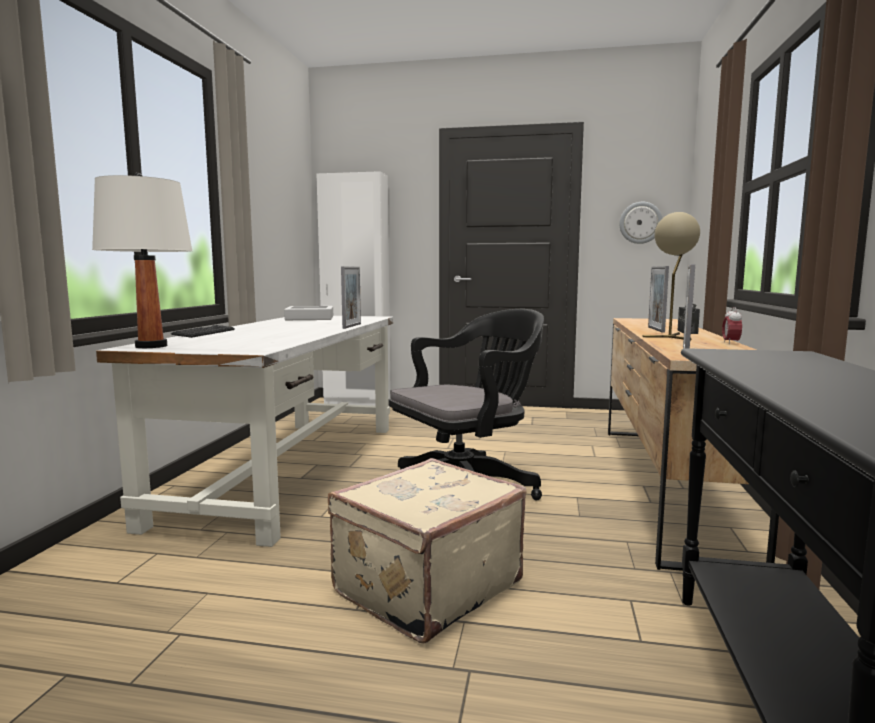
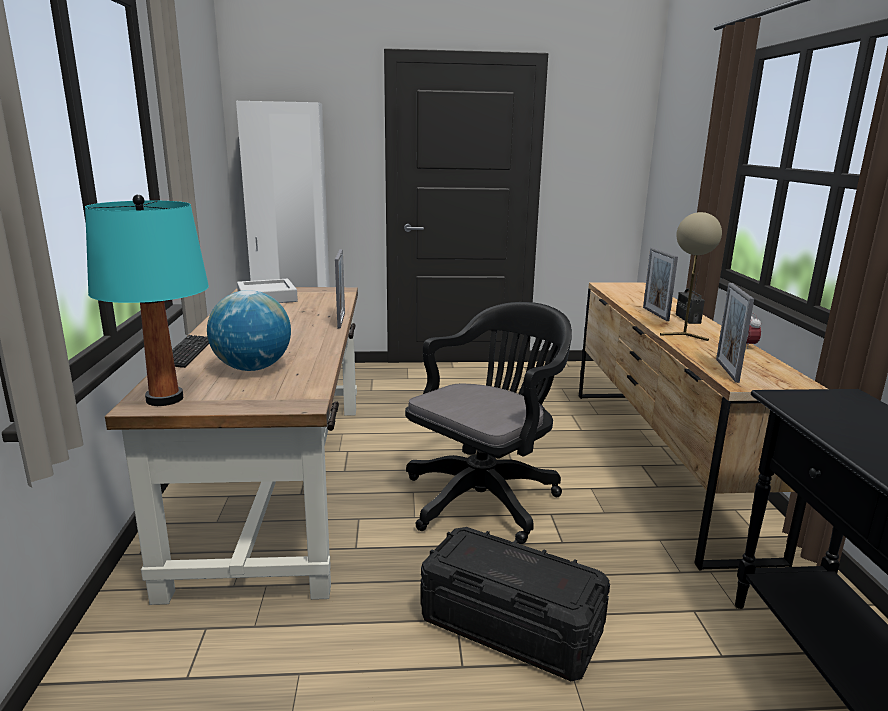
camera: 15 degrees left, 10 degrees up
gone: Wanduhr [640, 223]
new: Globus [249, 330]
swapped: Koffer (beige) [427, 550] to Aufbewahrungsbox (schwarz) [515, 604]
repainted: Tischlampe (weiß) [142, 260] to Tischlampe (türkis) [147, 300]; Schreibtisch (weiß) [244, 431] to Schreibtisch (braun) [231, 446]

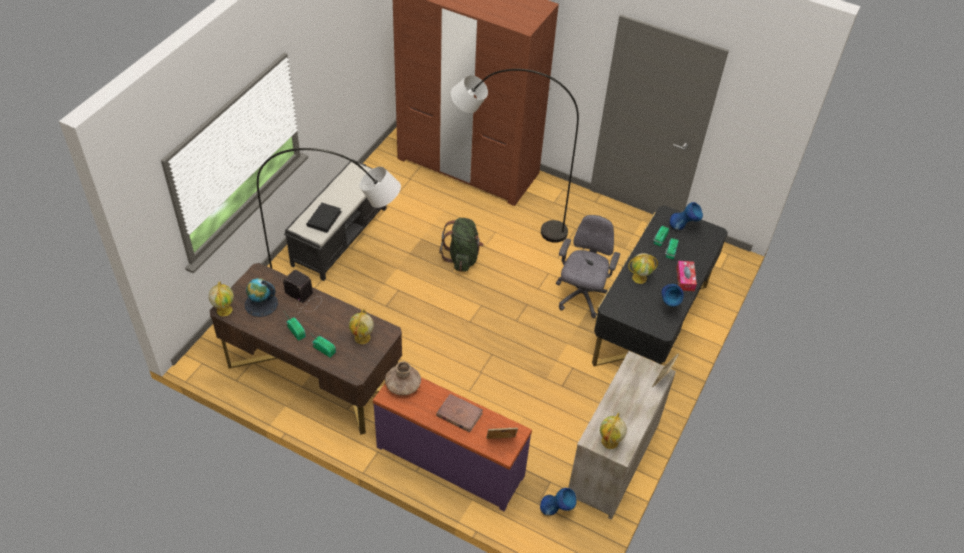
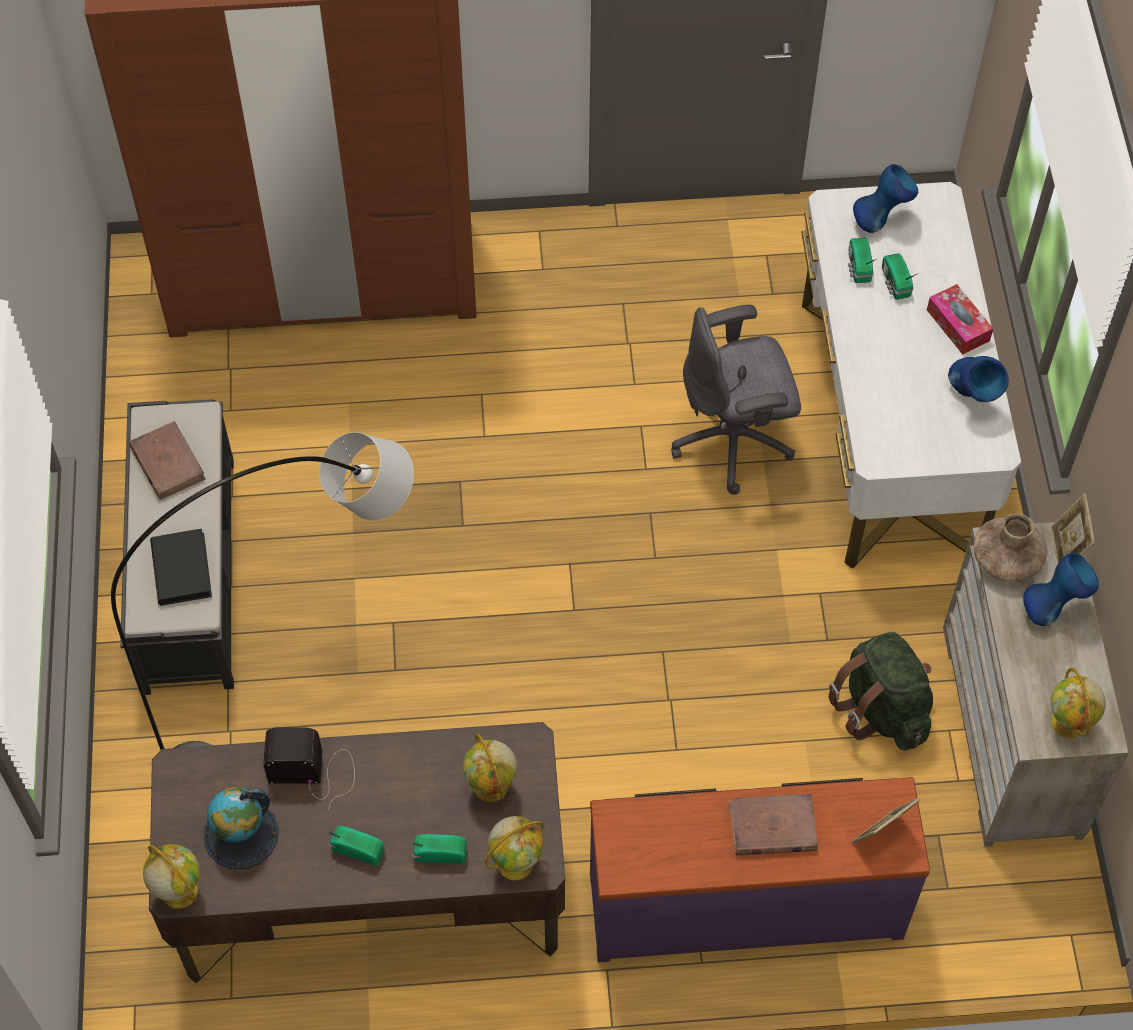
camera: 30 degrees left, 10 degrees up
gone: Stehlampe (grau) [515, 156]
new: Buch (braun) [167, 460]
shifted: Globus [643, 268] to [514, 848]; Rucksack (grün) [461, 245] to [881, 691]; Vase (braun) [403, 378] to [1010, 547]; Vase (blau) [558, 501] to [1061, 589]
repainted: Schreibtisch (schwarz) [660, 286] to Schreibtisch (weiß) [911, 375]
rotated: Bürostuhl (grau) [588, 266] = [736, 400] 90 degrees counterclockwise

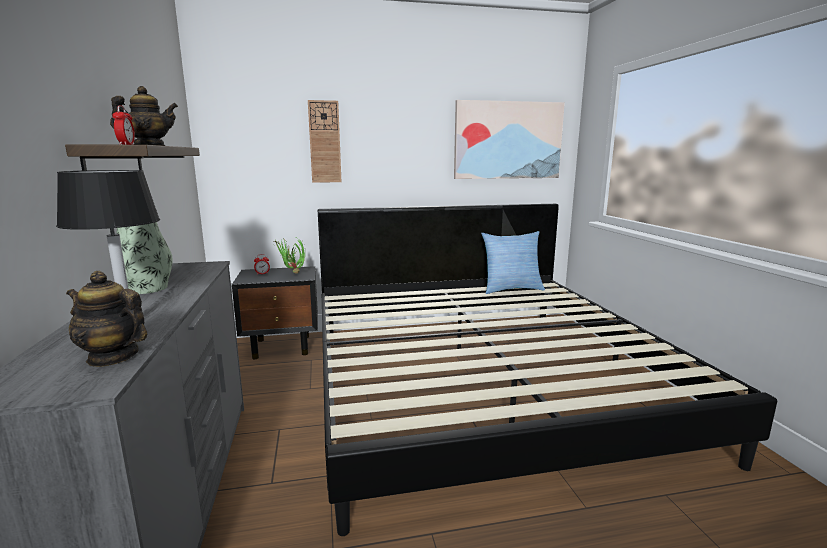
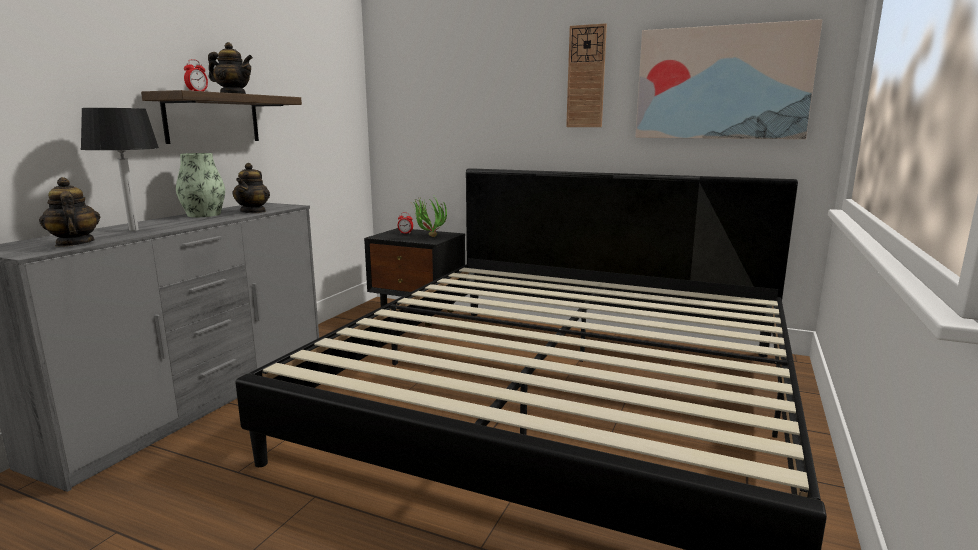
camera: 35 degrees right, 0 degrees up
gone: Kissen [513, 262]
new: Teekanne [251, 188]
shifted: Wanduhr [325, 141] to [586, 75]

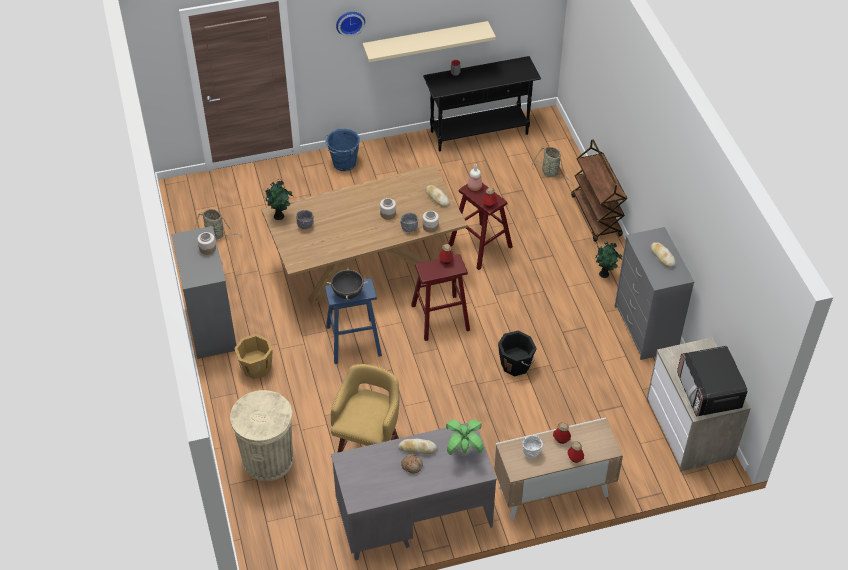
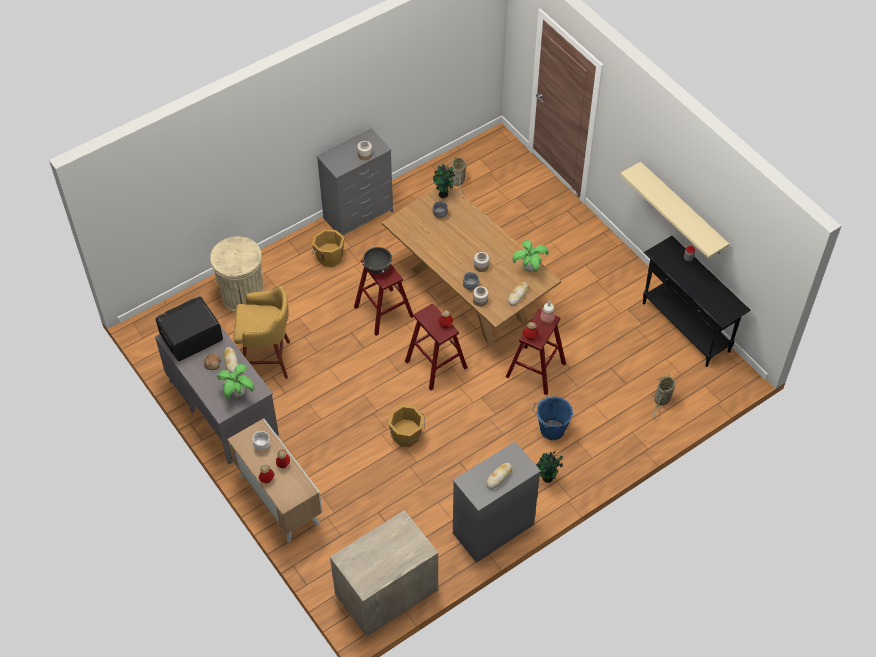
camera: 70 degrees right, 5 degrees up
gone: Wanduhr [350, 24]; Rollwagen (braun) [599, 190]
new: Topfpflanze [530, 256]
shifted: Mikrowelle [712, 381] to [189, 328]; Eimer (blau) [342, 150] to [552, 417]
repainted: Hocker (blau) [353, 321] to Hocker (rot) [383, 297]; Eimer (schwarz) [517, 353] to Eimer (orange) [406, 426]

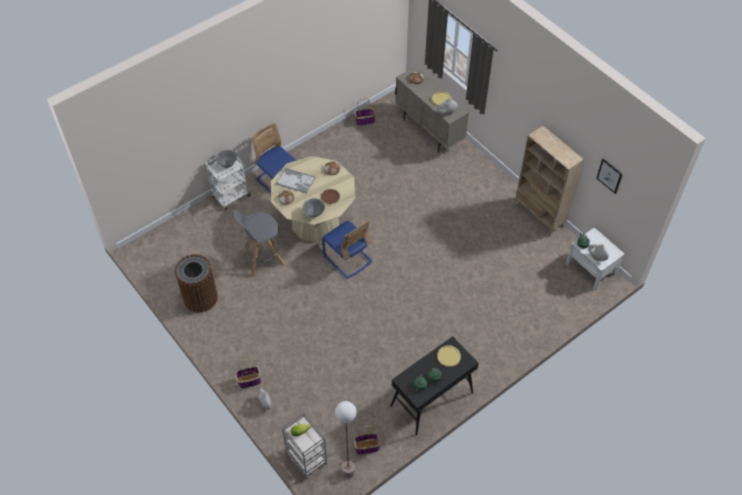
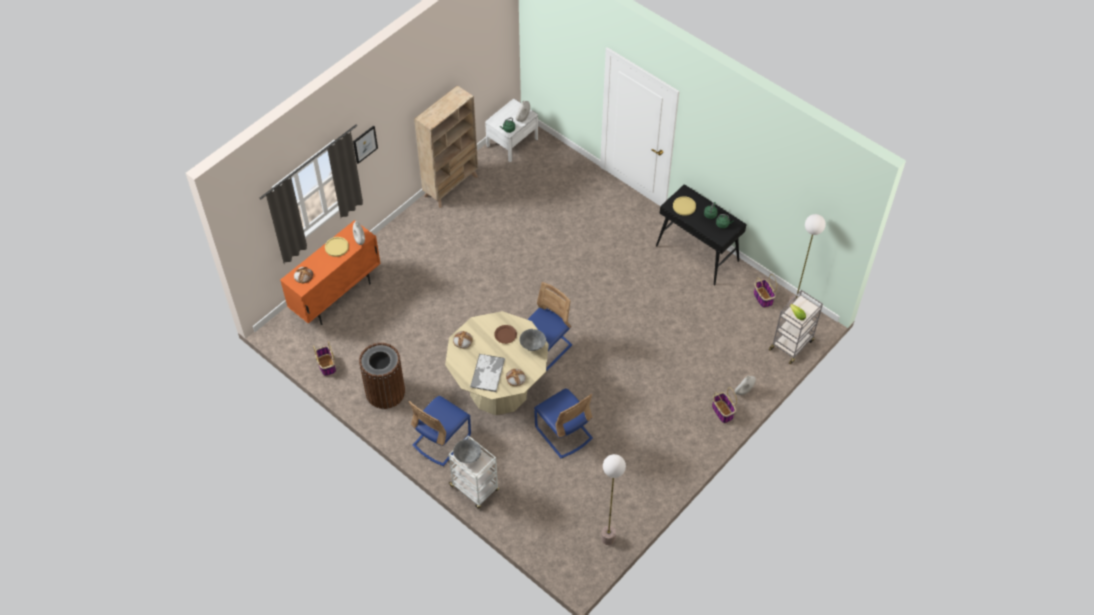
camera: 100 degrees left, 0 degrees up
new: Stehlampe [613, 499]
shifted: Bild [609, 176] to [365, 145]; Mülleimer (braun) [196, 283] to [382, 376]
swapped: Hocker (grau) [259, 243] to Stuhl (blau) [563, 423]
repainted: Schrank (beige) [432, 109] to Schrank (orange) [330, 272]

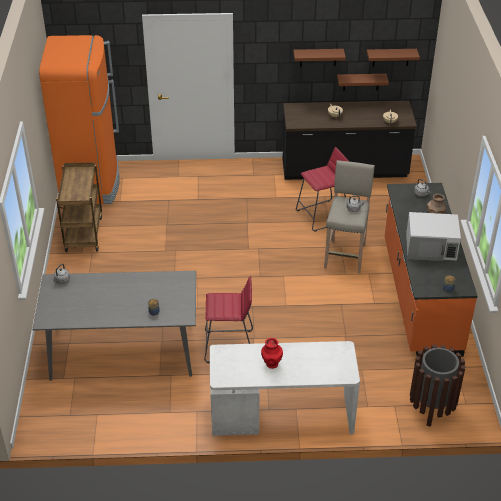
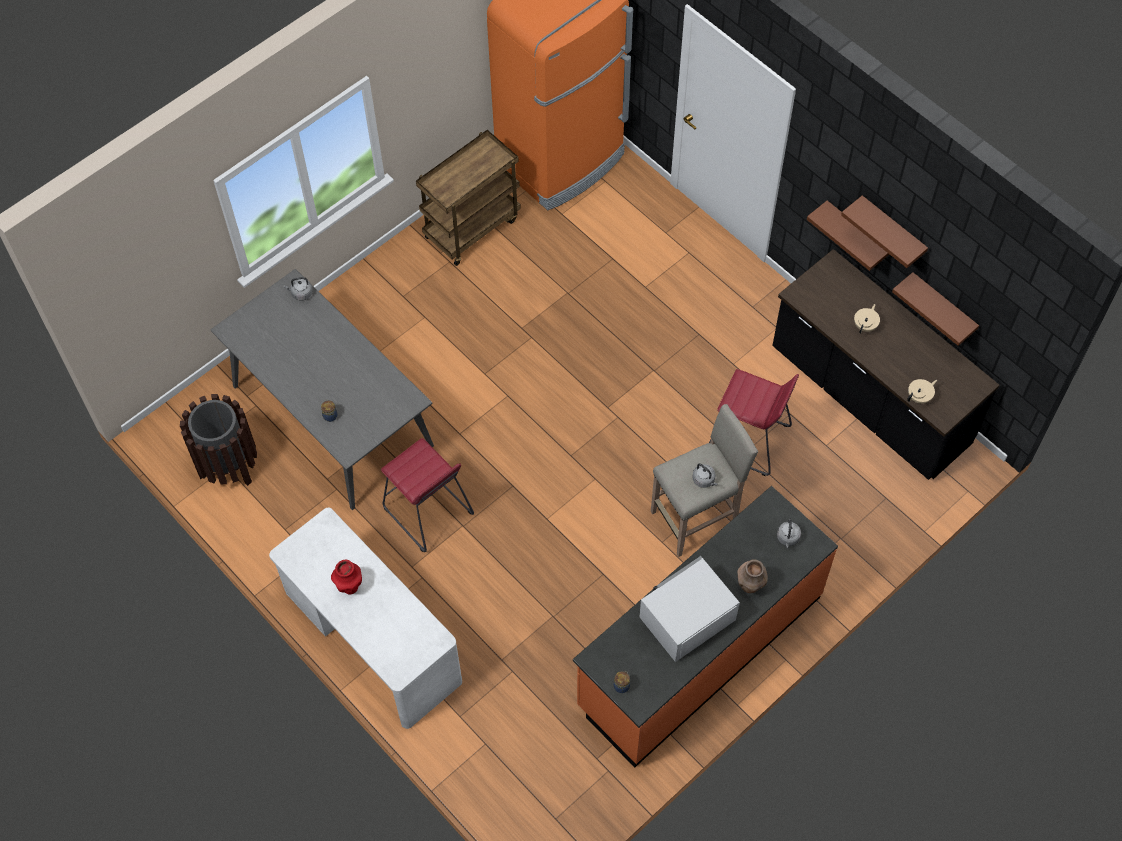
camera: 50 degrees right, 20 degrees up
shifted: Mülleimer (braun) [438, 386] to [218, 440]; Wandregal (braun) [393, 58] to [848, 236]
rotated: Mikrowelle (weiß) [433, 236] = [690, 609] 90 degrees clockwise

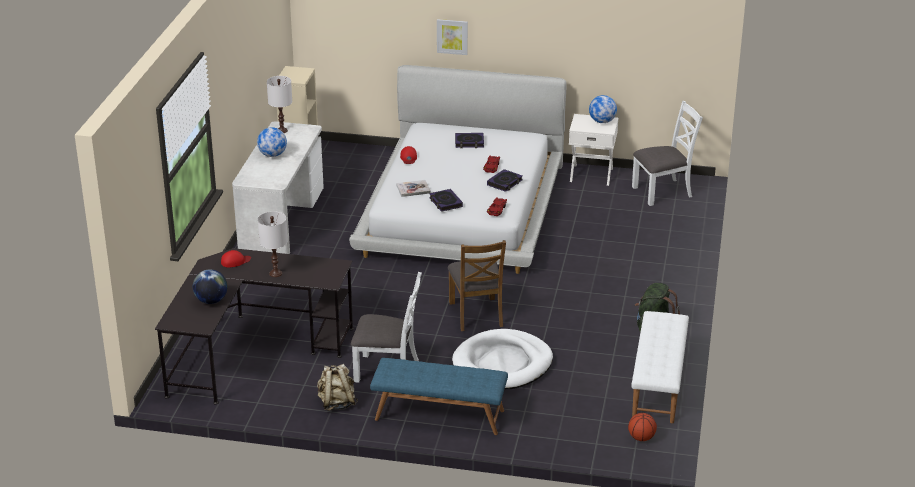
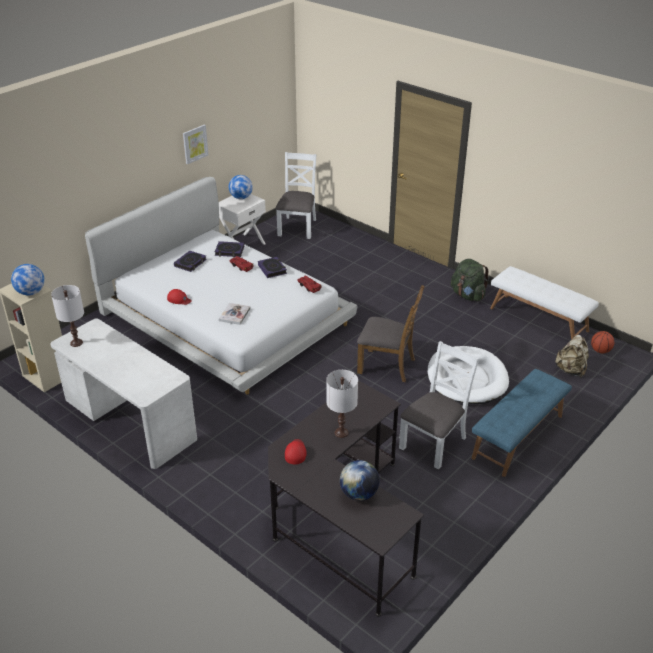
camera: 60 degrees left, 5 degrees up
shifted: Globus [272, 142] to [28, 279]; Bild [452, 37] to [195, 144]; Buch [446, 200] to [229, 249]; Rucksack (beige) [337, 387] to [572, 356]

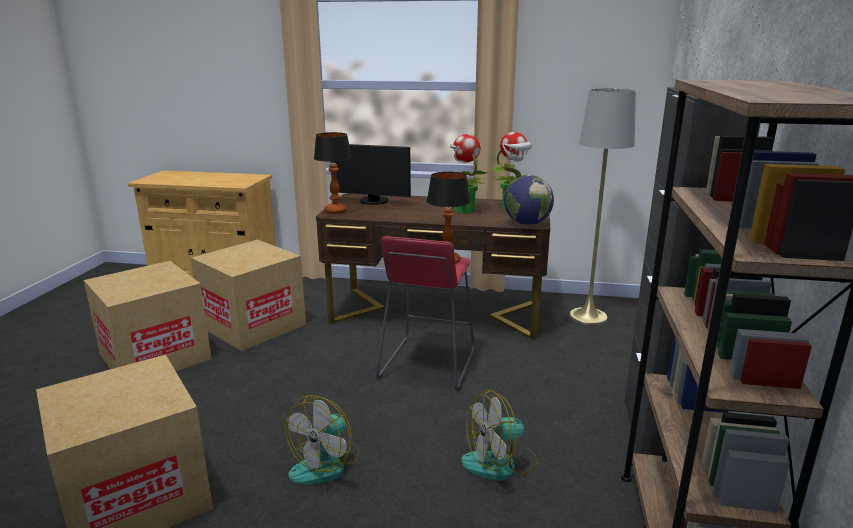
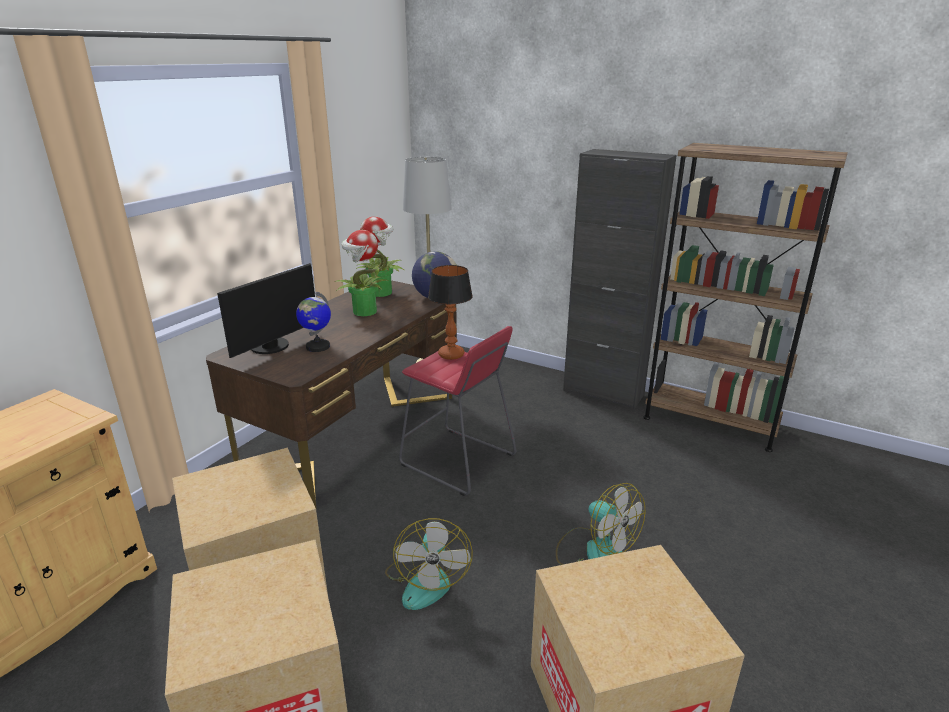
camera: 70 degrees left, 5 degrees up
gone: Tischlampe [333, 173]
new: Globus [313, 322]
shifted: Ventilator [500, 435] to [429, 564]

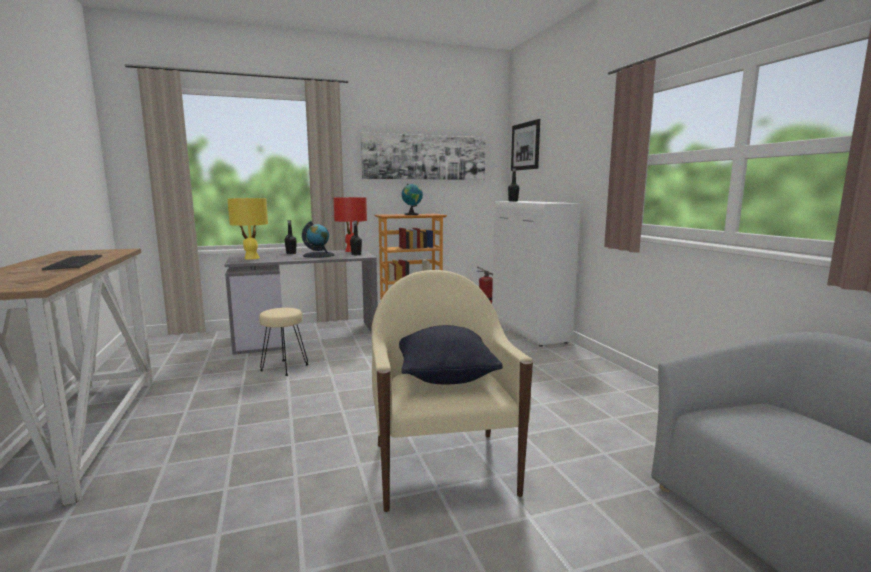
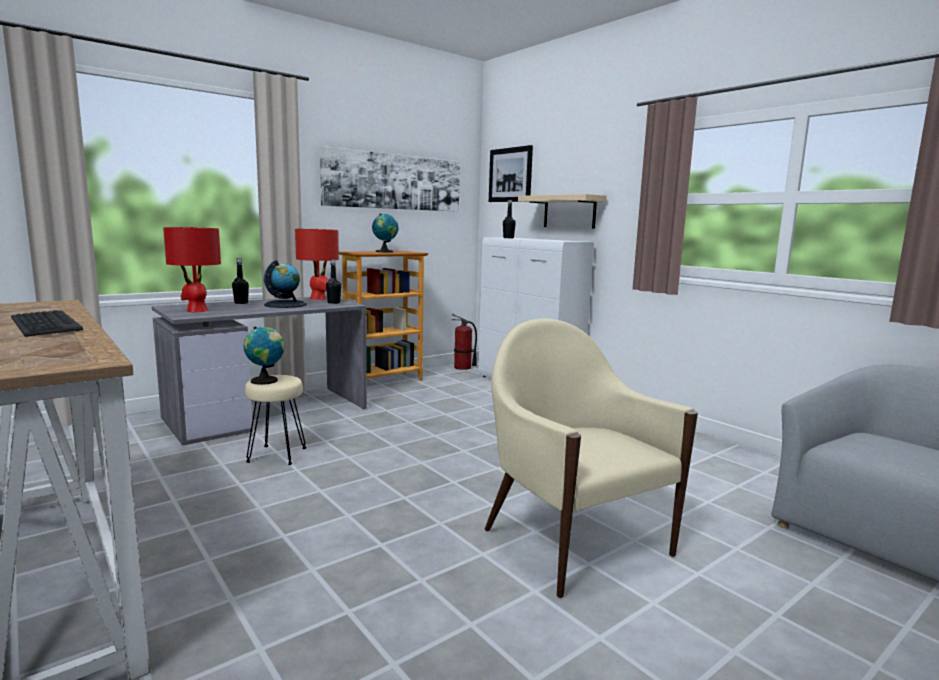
camera: 20 degrees left, 0 degrees up
gone: Kissen (schwarz) [451, 354]
new: Globus [264, 356]; Wandregal (beige) [562, 211]
repainted: Tischlampe (gelb) [247, 228] to Tischlampe (rot) [192, 269]

